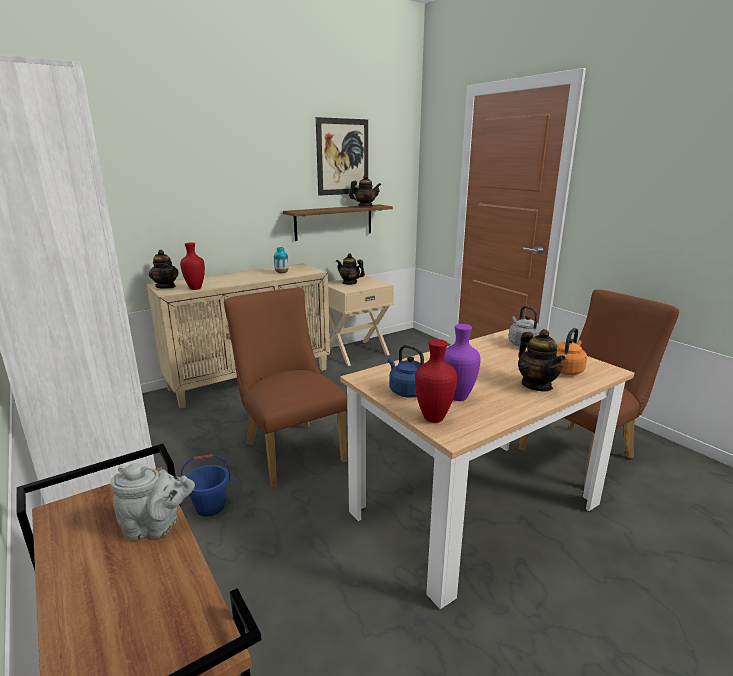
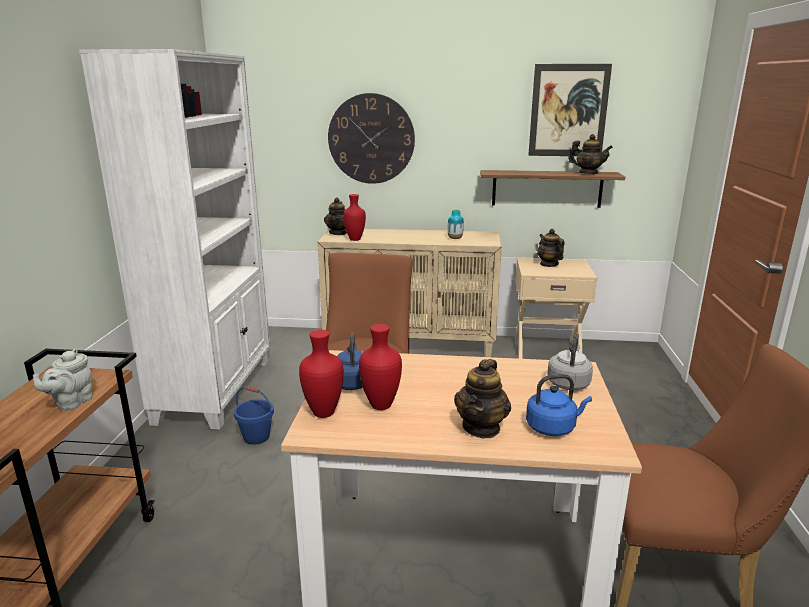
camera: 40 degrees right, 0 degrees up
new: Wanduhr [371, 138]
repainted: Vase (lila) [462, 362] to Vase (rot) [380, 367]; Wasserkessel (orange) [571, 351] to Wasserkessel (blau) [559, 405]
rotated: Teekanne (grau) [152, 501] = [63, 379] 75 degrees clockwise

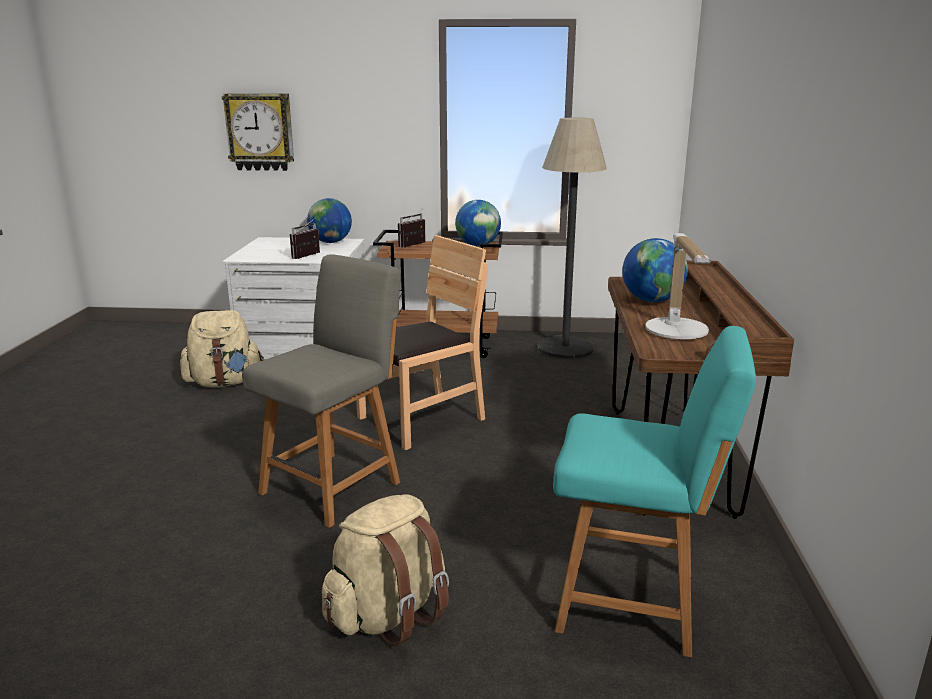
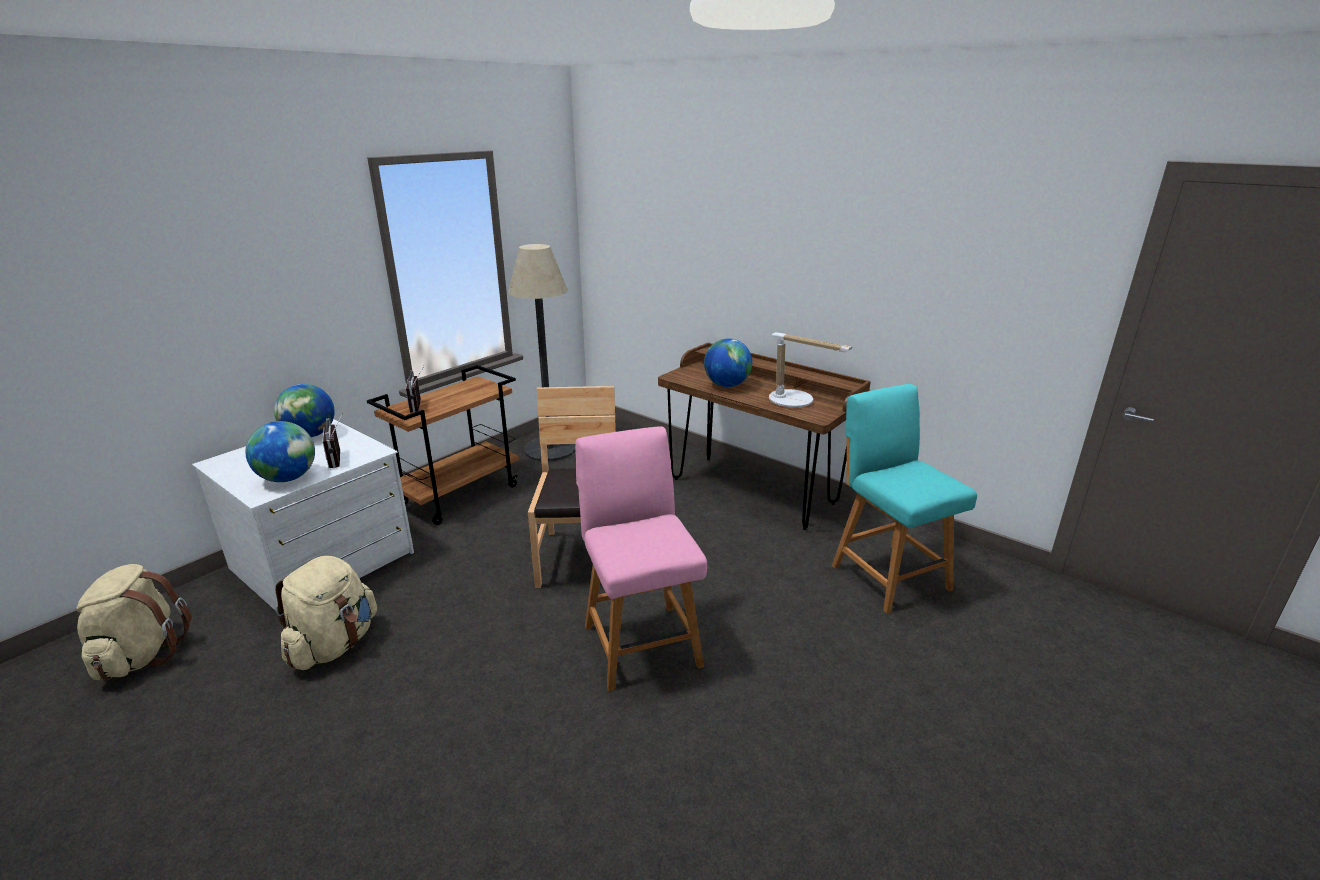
camera: 55 degrees left, 5 degrees up
gone: Wanduhr [258, 132]
shifted: Rucksack (beige) [385, 570] to [134, 622]; Globus [478, 223] to [280, 451]
repainted: Stuhl (grau) [321, 391] to Stuhl (rosa) [641, 558]
rotated: Stuhl (türkis) [654, 491] = [904, 499] 75 degrees counterclockwise

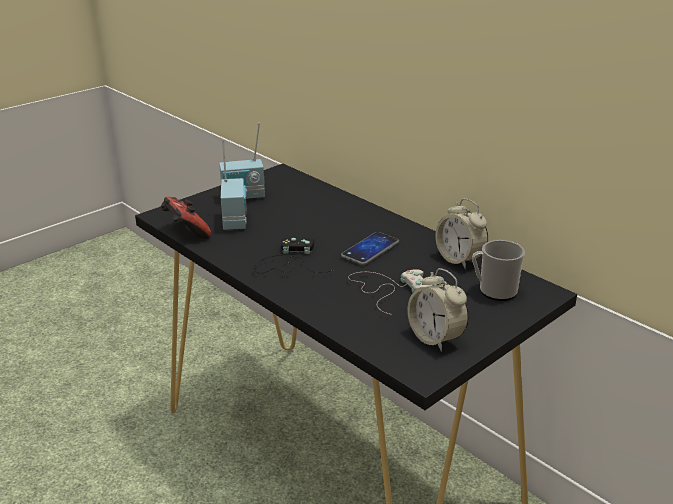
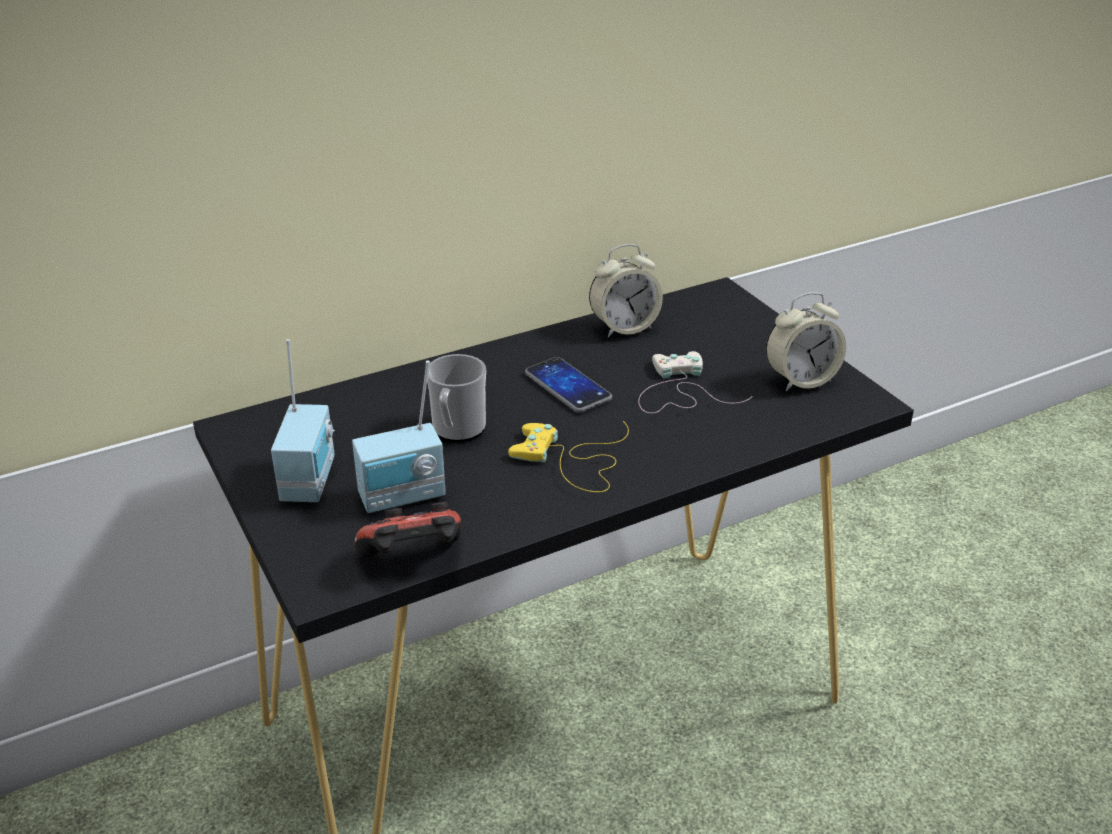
camera: 75 degrees left, 5 degrees up
shifted: Henkelbecher [498, 270] to [456, 398]
repainted: Gamepad (schwarz) [294, 255] to Gamepad (gelb) [568, 456]
rotated: Radio [234, 185] = [399, 437] 150 degrees clockwise

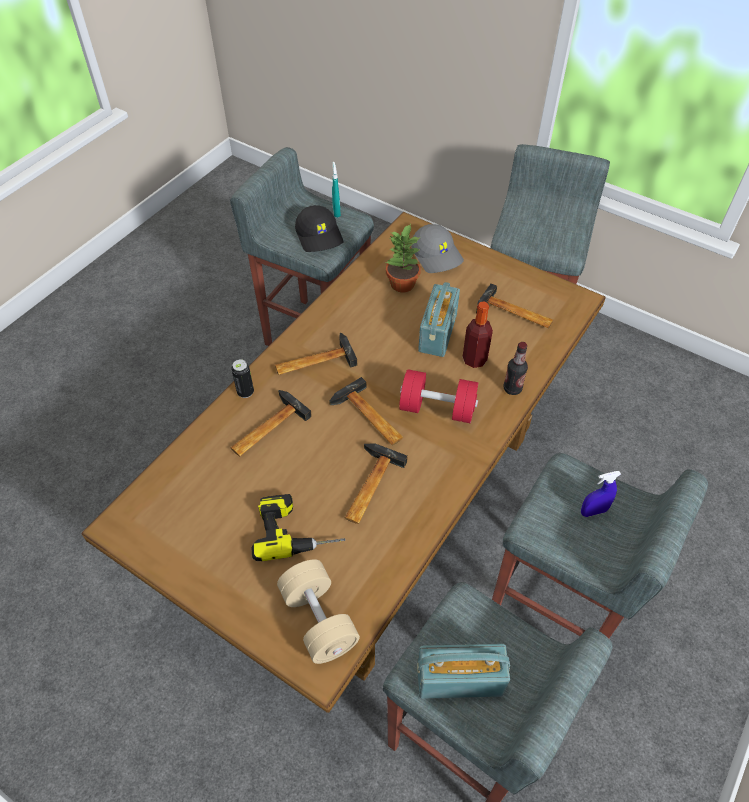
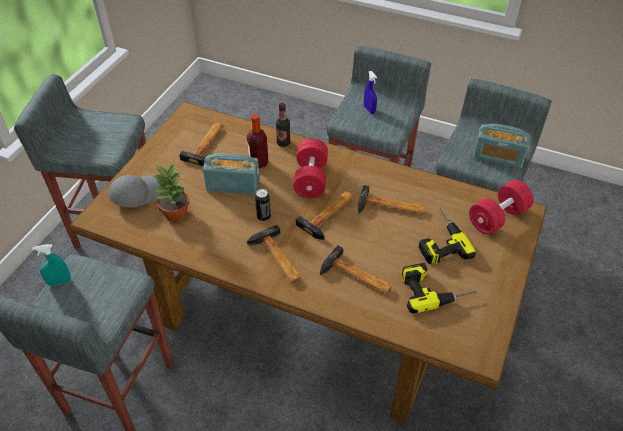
camera: 100 degrees left, 5 degrees down
gone: Kappe (schwarz) [319, 228]
new: Bohrmaschine [439, 288]
shifted: Dose [242, 378] to [263, 205]
repainted: Hantel (beige) [318, 612] to Hantel (rot) [501, 207]
rotated: Radio [463, 671] = [502, 146] 60 degrees counterclockwise

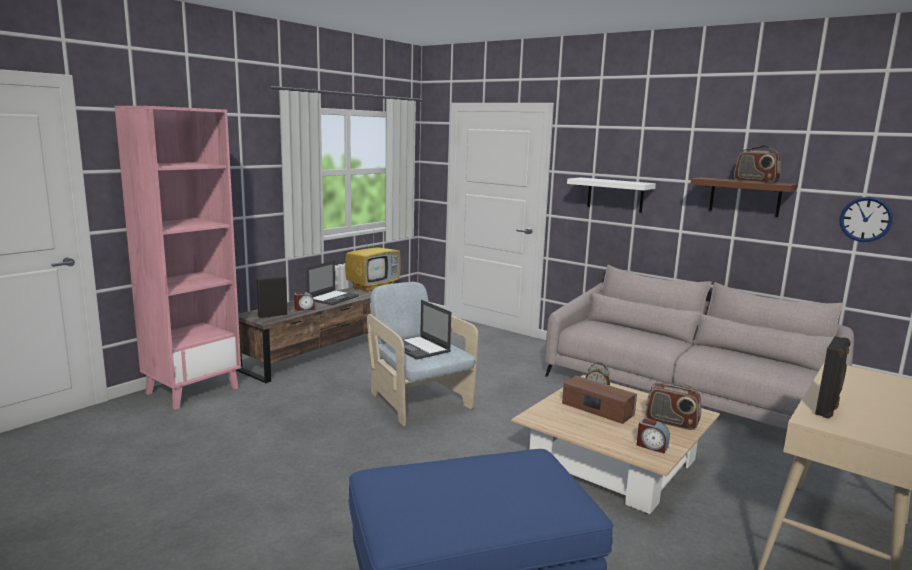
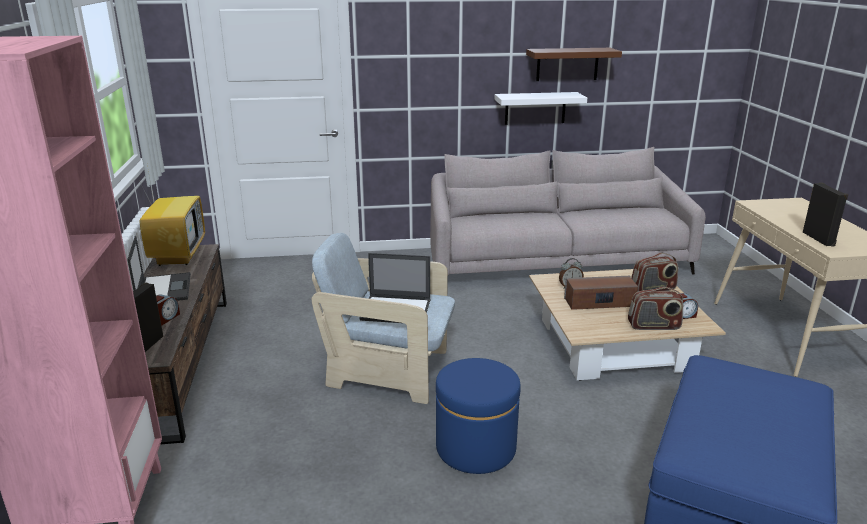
camera: 45 degrees left, 10 degrees up
gone: Wanduhr [866, 219]
new: Polsterhocker (blau) [478, 416]
shifted: Wandregal (weiß) [611, 195] to [541, 108]; Radio [757, 164] to [655, 308]

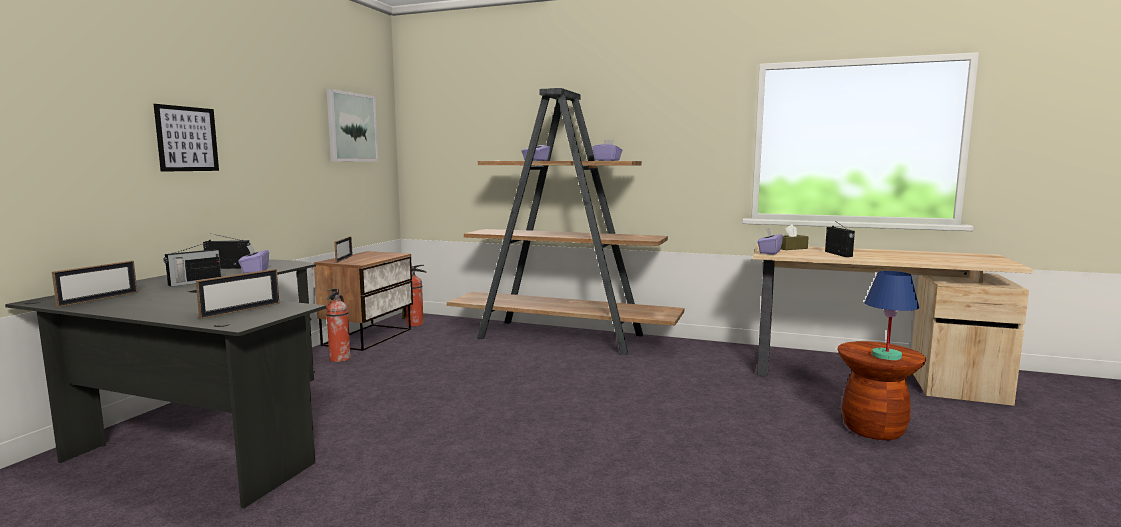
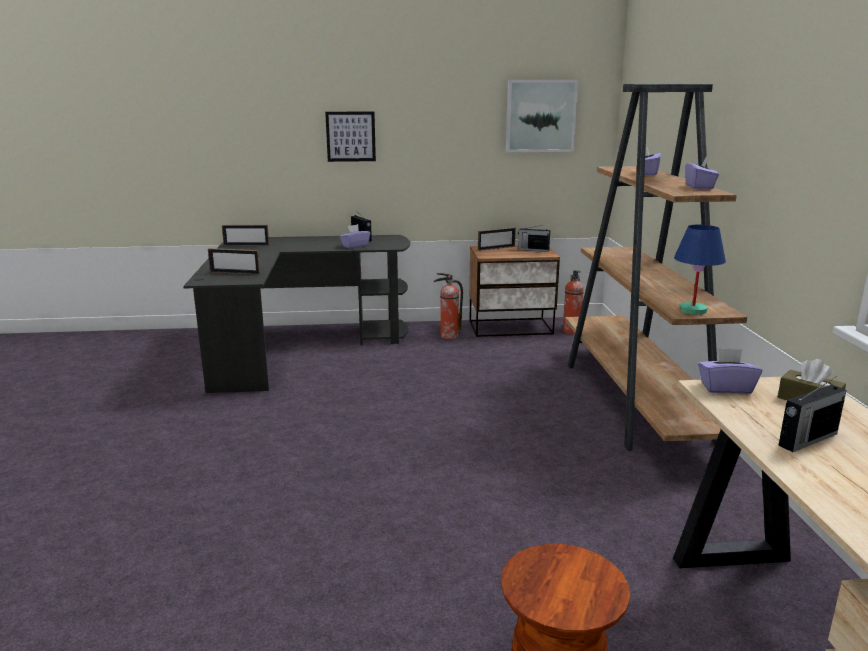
camera: 65 degrees right, 10 degrees up
shifted: Radio [192, 264] to [534, 238]; Tischlampe (blau) [891, 315] to [700, 270]

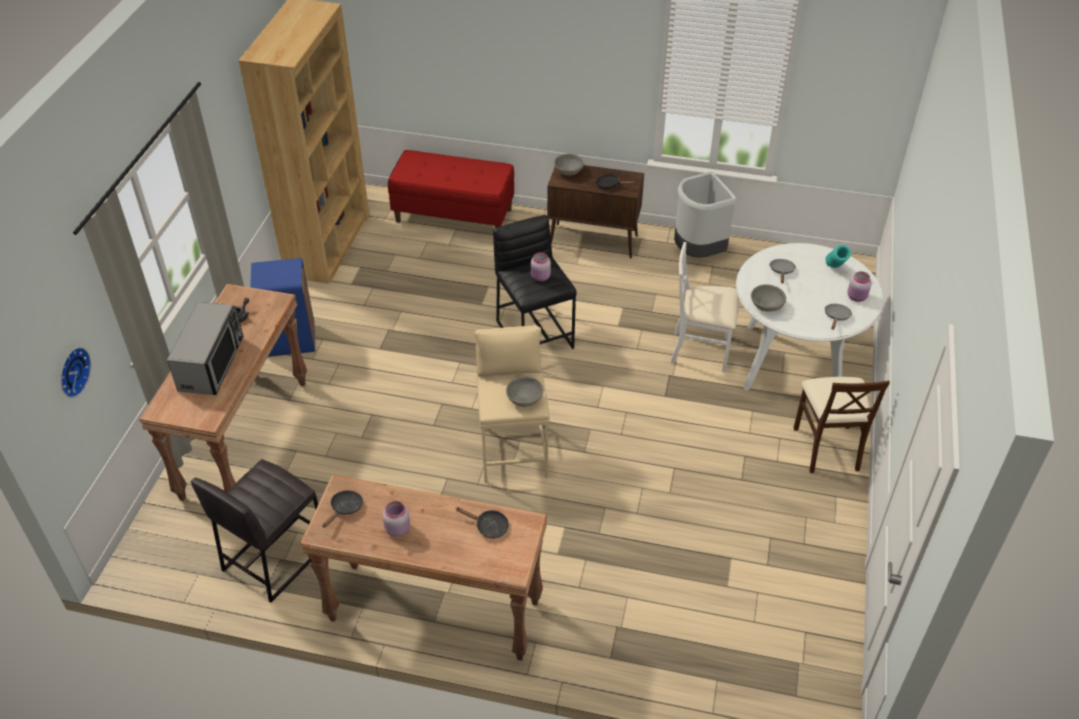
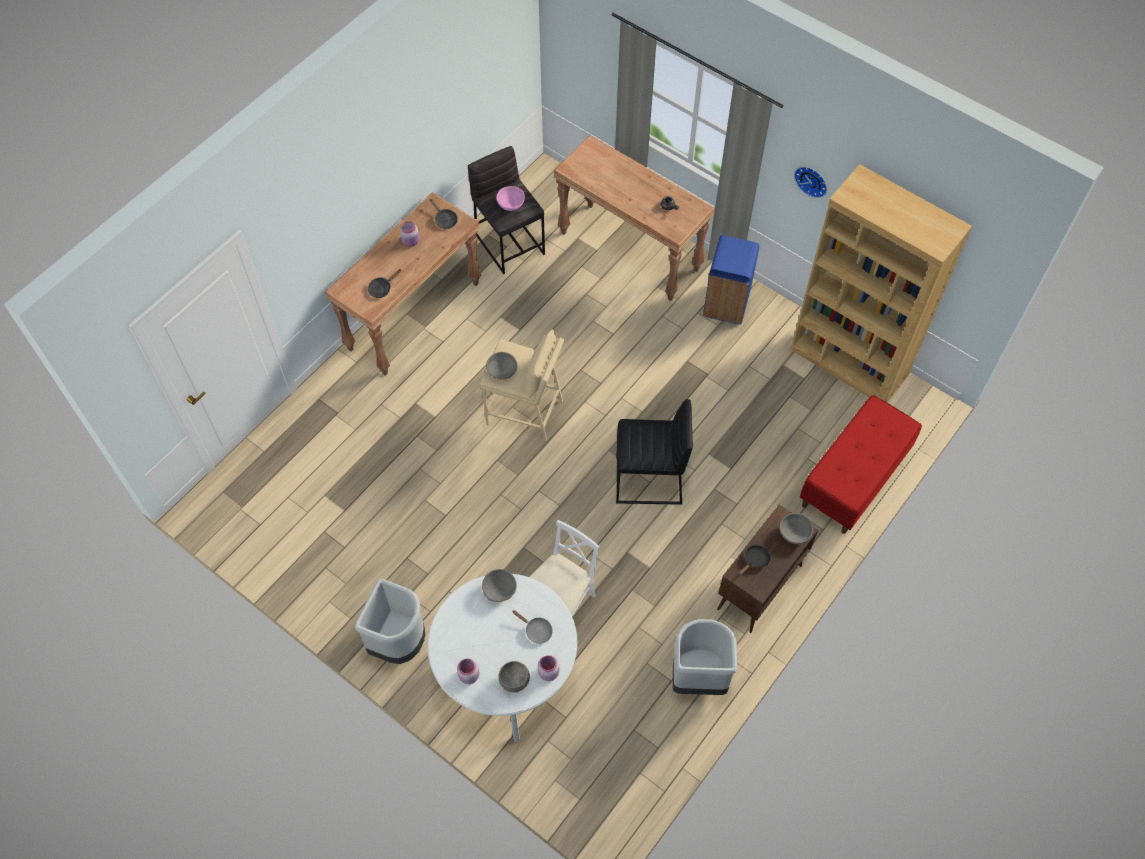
camera: 115 degrees right, 15 degrees up
gone: Mikrowelle [205, 348]; Pfanne (grau) [838, 317]
new: Schüssel (rosa) [510, 198]
shifted: Vorratsglas (rosa) [541, 267] to [548, 668]; Wanduhr [76, 372] to [810, 182]
swapped: Stuhl (beige) [842, 425] to Mülleimer (grau) [390, 621]; Vase (türkis) [838, 256] to Schüssel (grau) [514, 677]

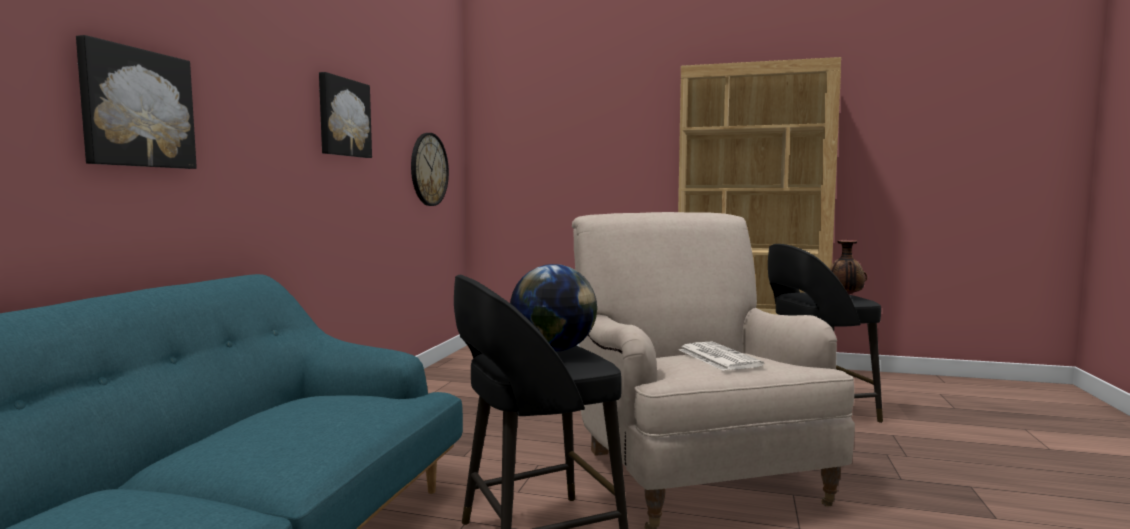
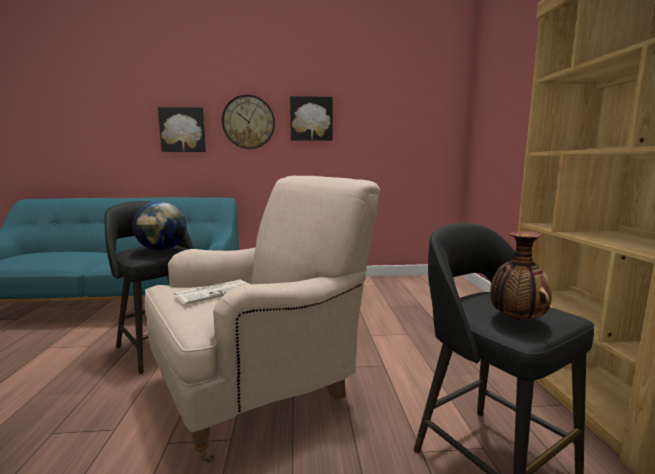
camera: 70 degrees right, 5 degrees up
shifted: Wanduhr [430, 169] to [248, 122]

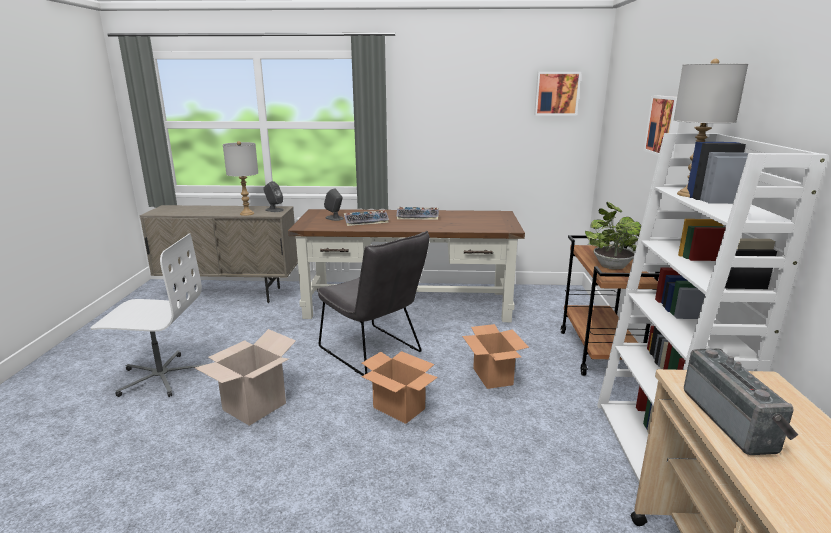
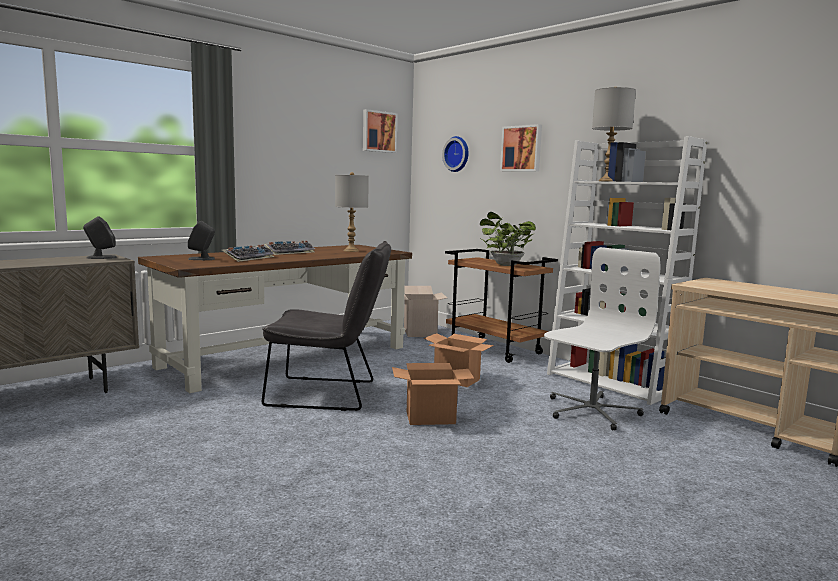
camera: 45 degrees left, 10 degrees down
gone: Radio [741, 401]
new: Wanduhr [455, 154]
shifted: Tischlampe (grau) [240, 178] to [352, 212]; Karton [245, 377] to [425, 311]; Bürostuhl (weiß) [148, 315] to [602, 338]

